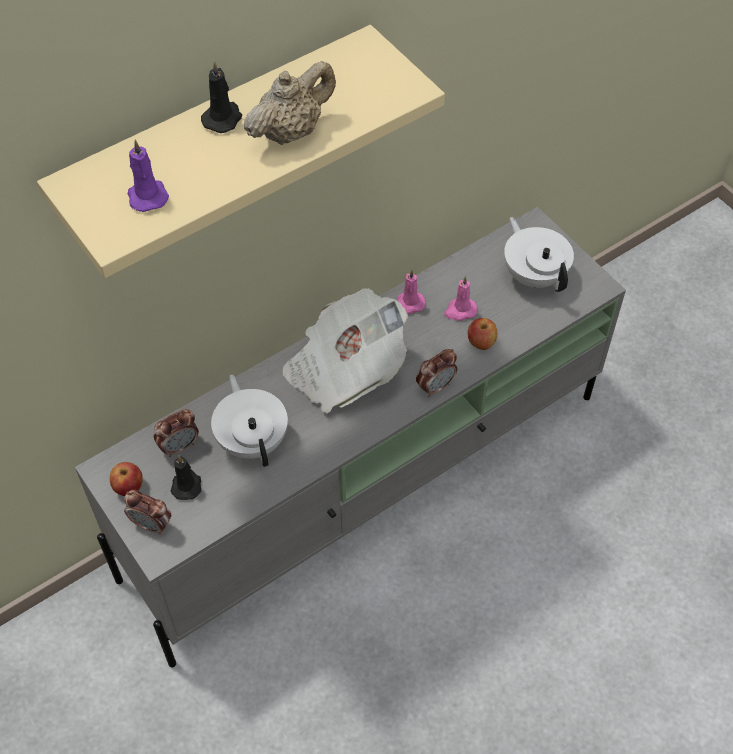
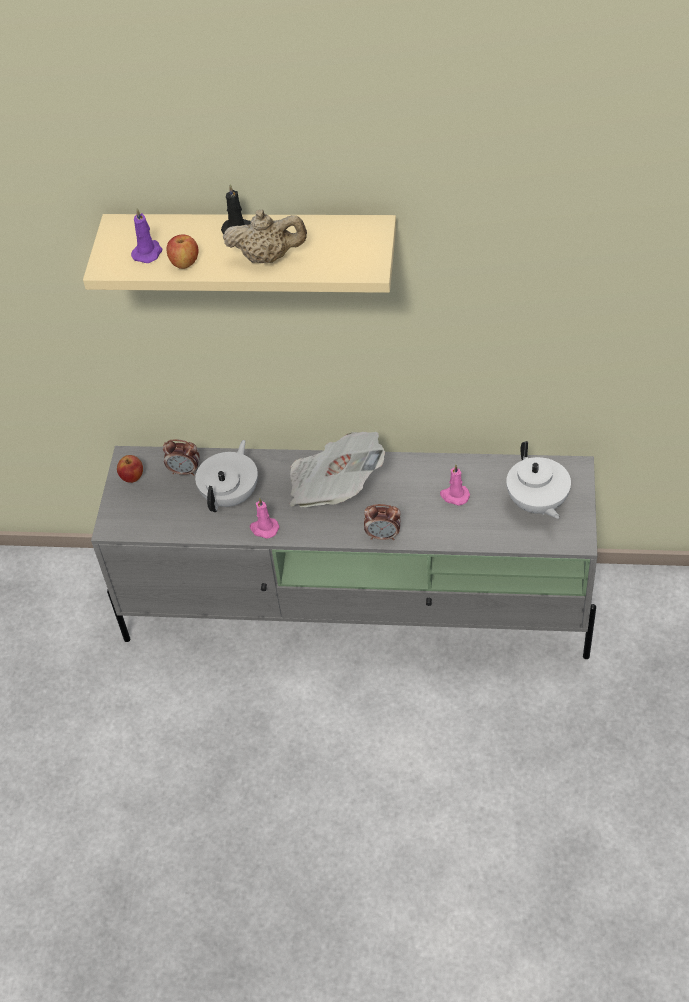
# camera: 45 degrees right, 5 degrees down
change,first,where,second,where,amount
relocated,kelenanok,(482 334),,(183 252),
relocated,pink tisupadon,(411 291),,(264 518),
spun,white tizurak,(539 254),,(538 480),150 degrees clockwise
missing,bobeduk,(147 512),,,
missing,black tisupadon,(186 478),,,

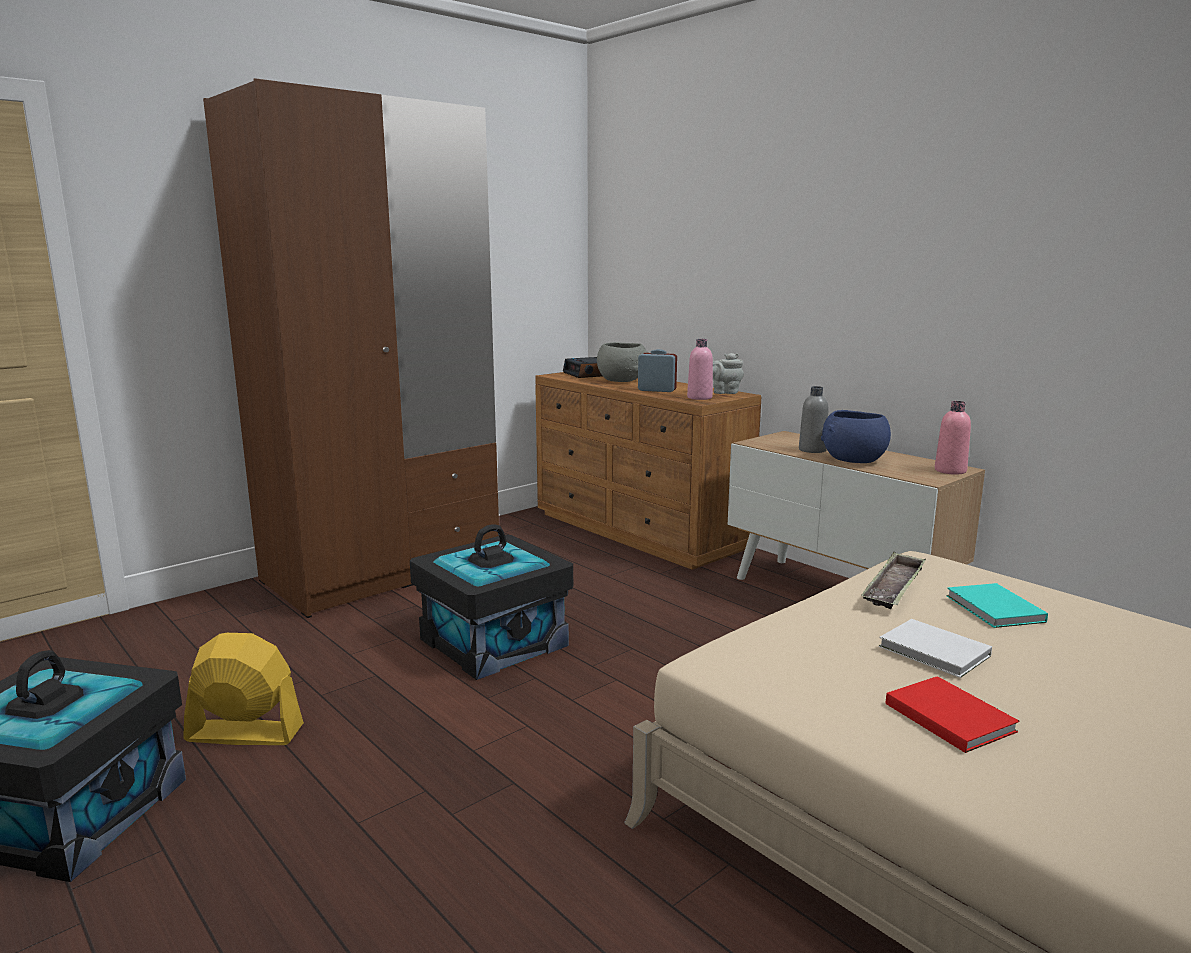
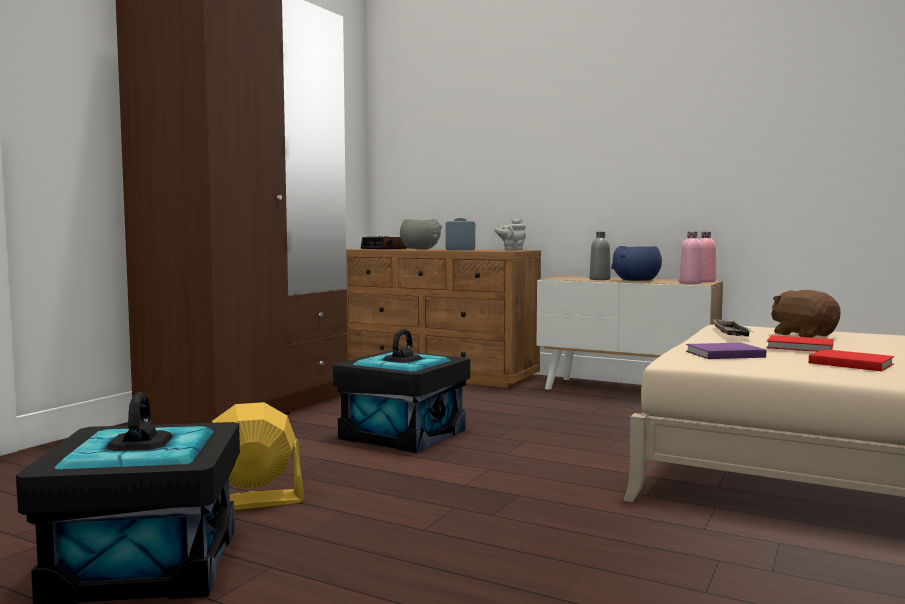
# camera: 20 degrees left, 10 degrees down
change,first,where,second,where,amount
relocated,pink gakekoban,(700 369),,(691 258),
appeared,,,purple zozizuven,(726 351),
colour,white zozizuven,(935 648),red zozizuven,(799 343),
exchanged,turquoise zozizuven,(997 605),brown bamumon,(806 314),

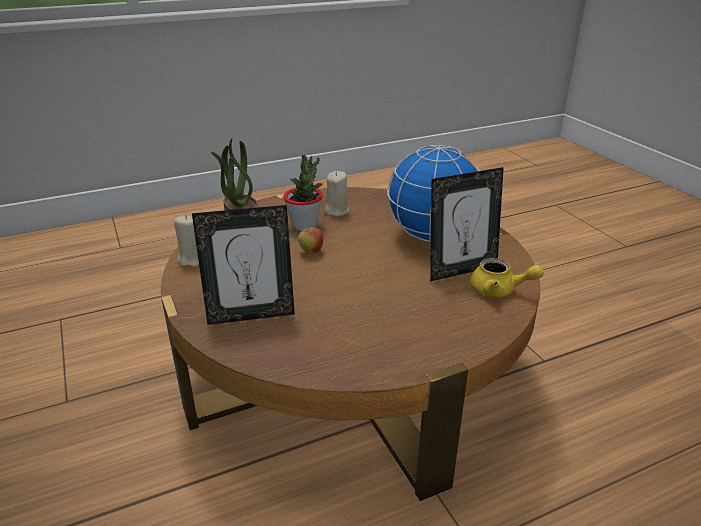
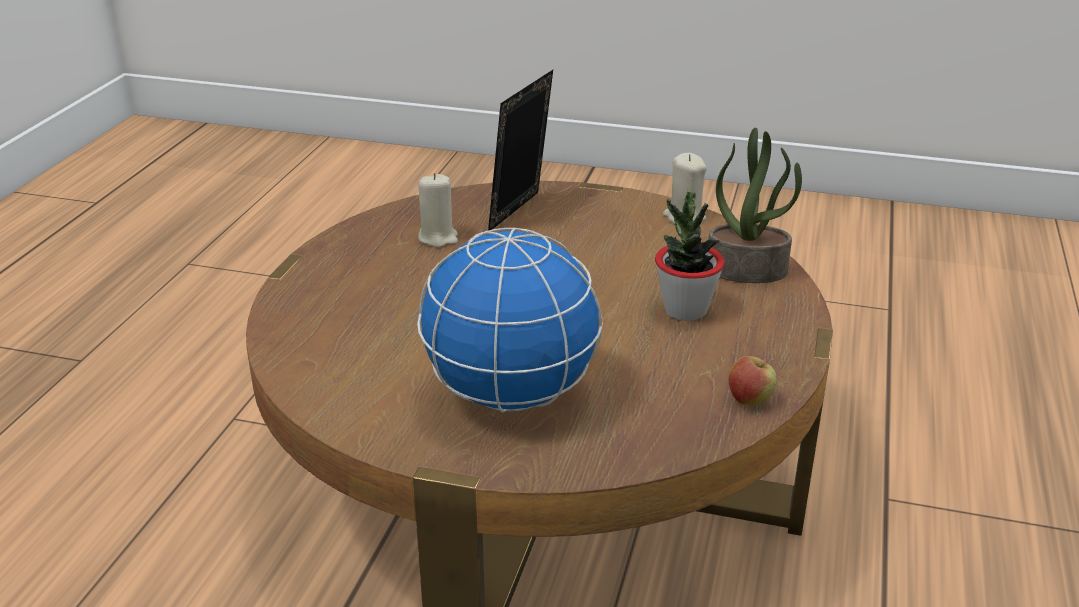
# camera: 130 degrees right, 0 degrees up
change,first,where,second,where,amount
relocated,beige tisupadon,(336 194),,(438 210),
relocated,kelenanok,(310 240),,(753 381),
missing,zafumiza,(467 224),,,
missing,yellow tizurak,(507 277),,,

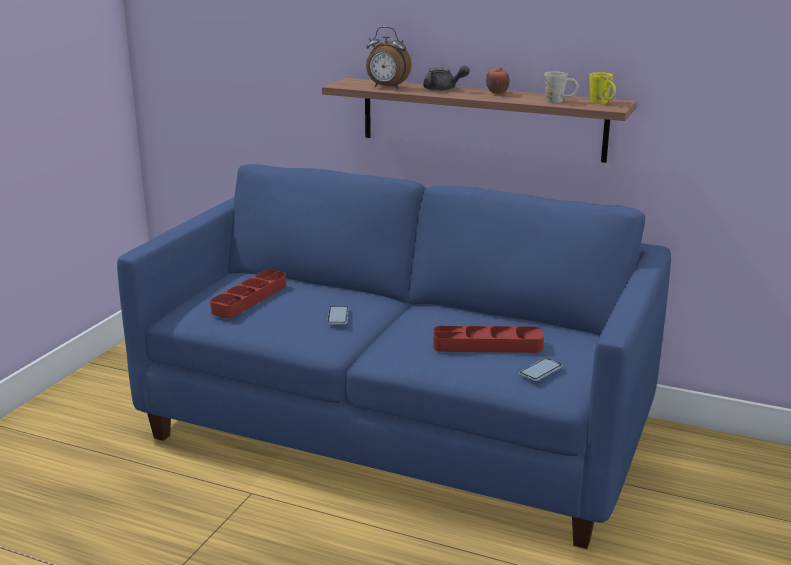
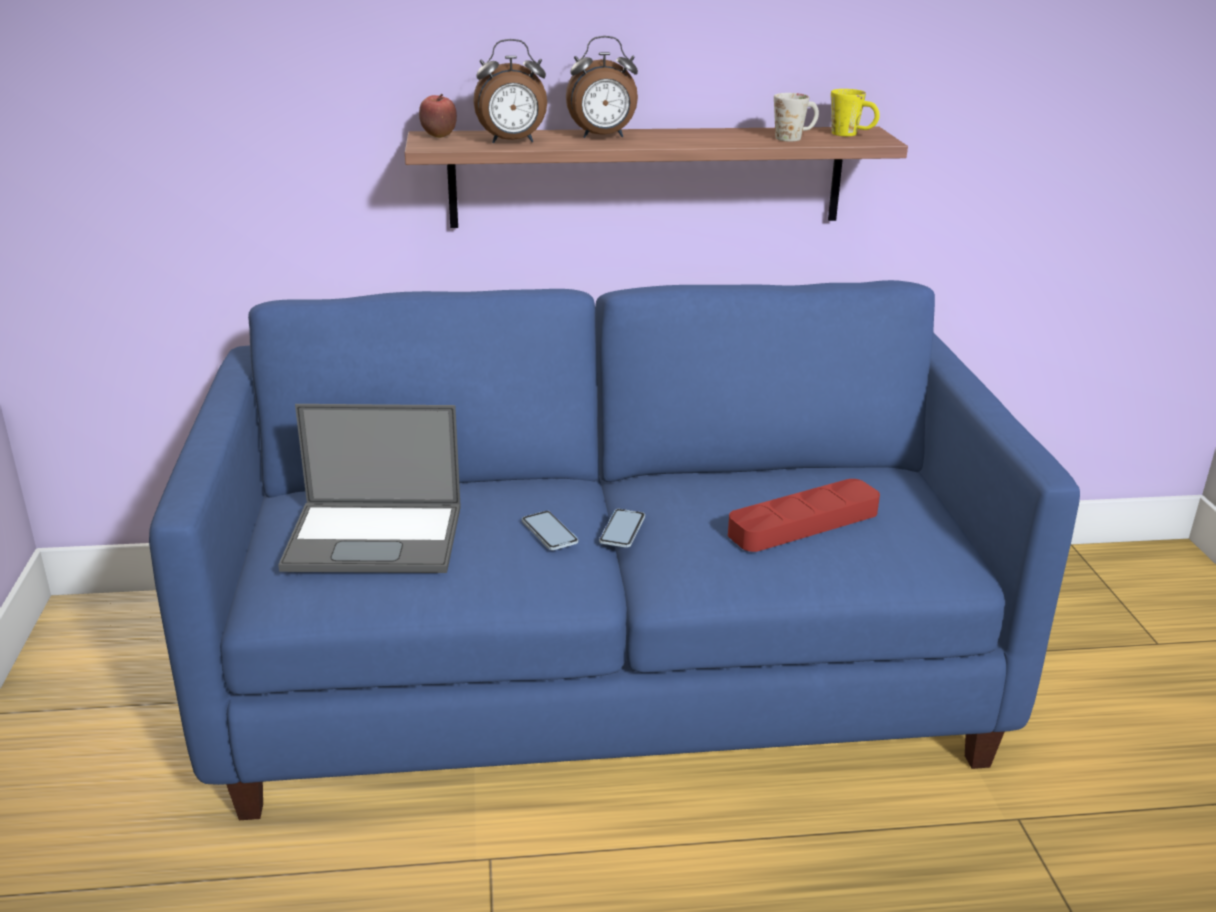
# camera: 30 degrees left, 5 degrees up
change,first,where,second,where,amount
exchanged,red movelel,(248 293),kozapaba,(369 488),
relocated,kelenanok,(498 81),,(438 116),
exchanged,grey tizurak,(446 78),bobeduk,(602 87),
relocated,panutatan,(540 369),,(622 528),

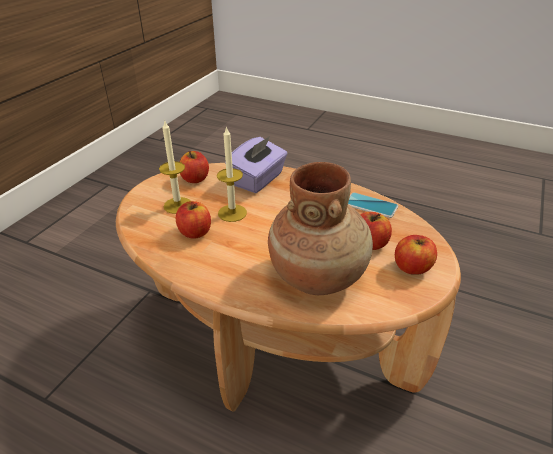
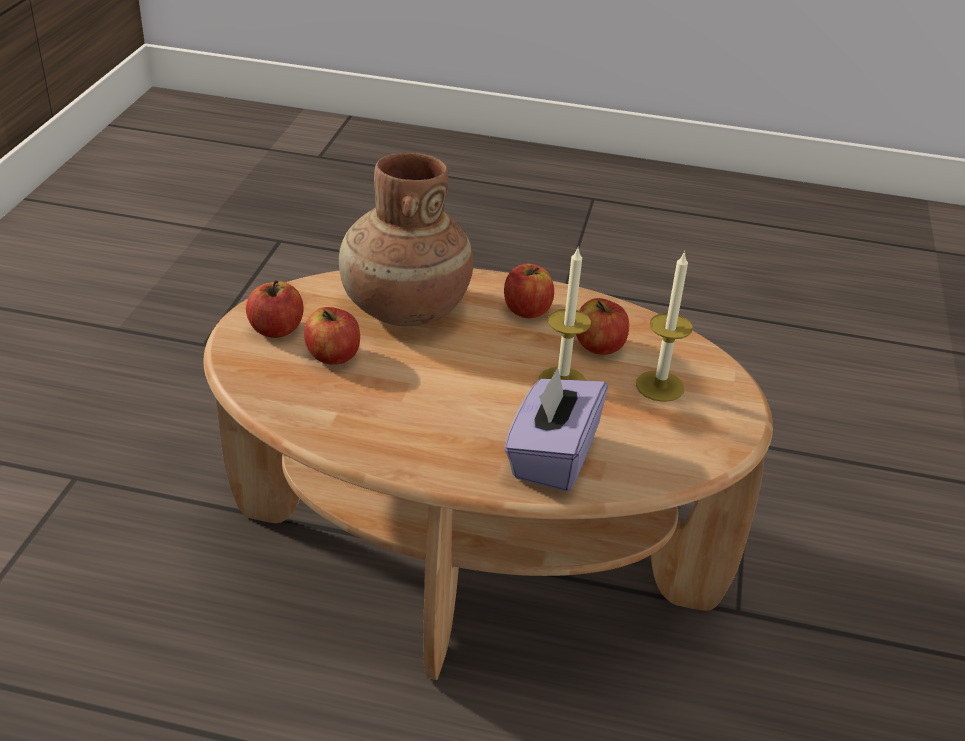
# camera: 165 degrees right, 0 degrees up
change,first,where,second,where,amount
relocated,kelenanok,(194 167),,(529 291),
missing,panutatan,(373 205),,,

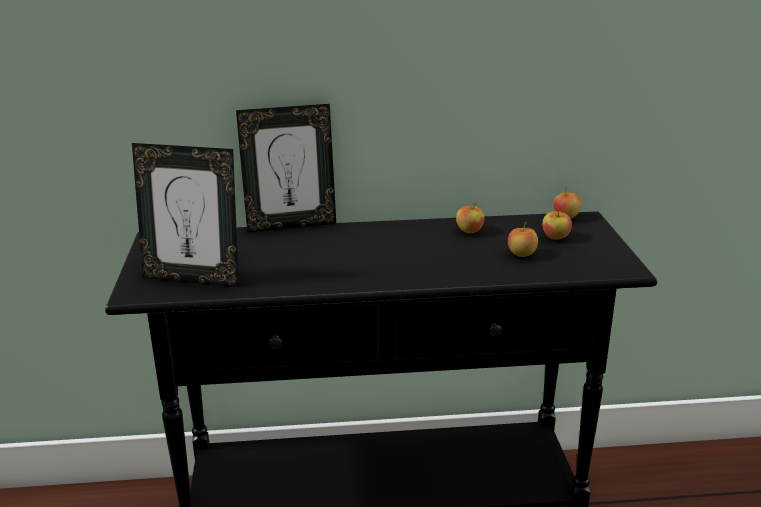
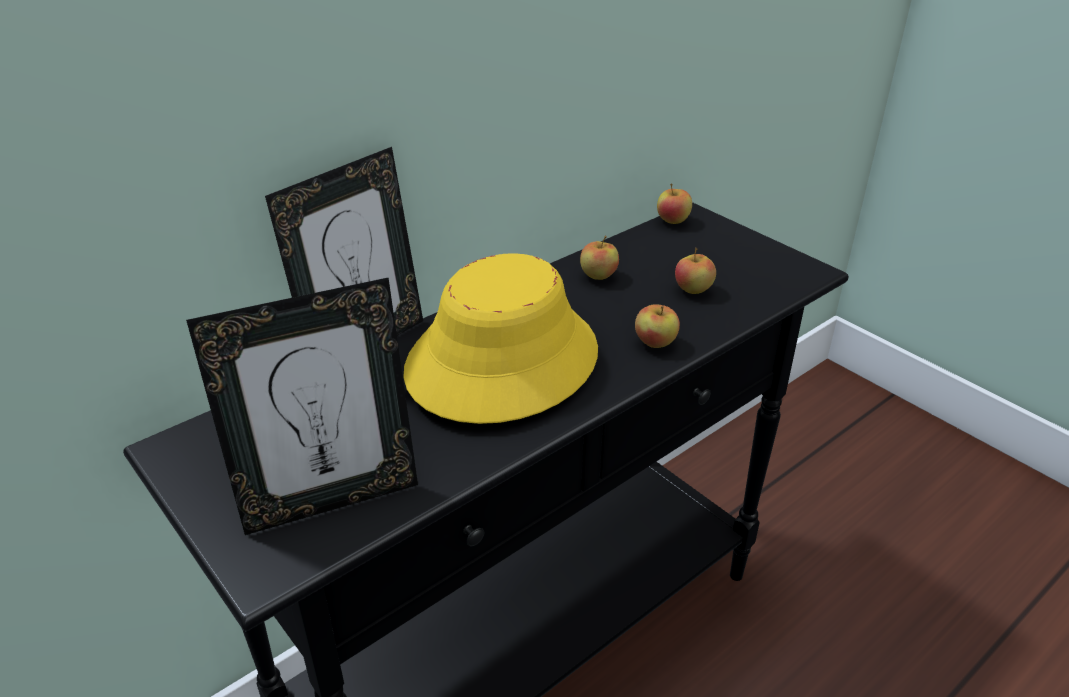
# camera: 35 degrees left, 10 degrees up
change,first,where,second,where,amount
appeared,,,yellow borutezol,(500 338),
relocated,kelenanok,(557 224),,(657 326),

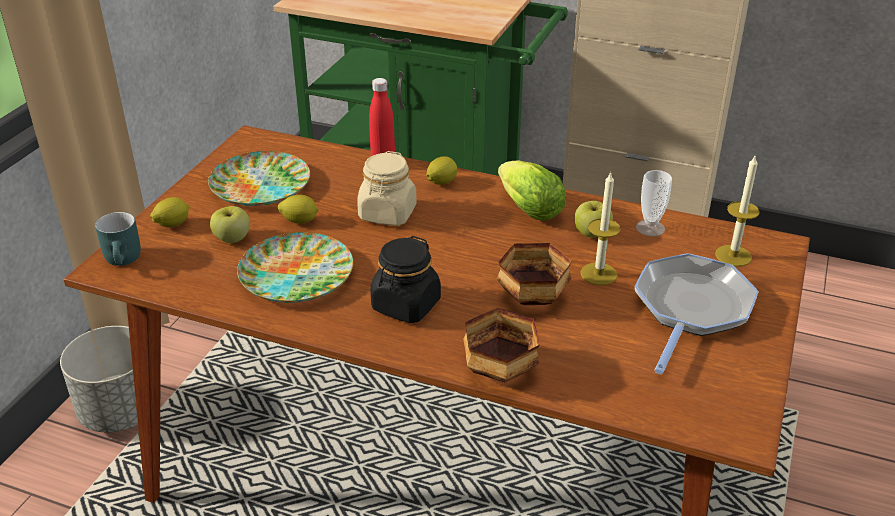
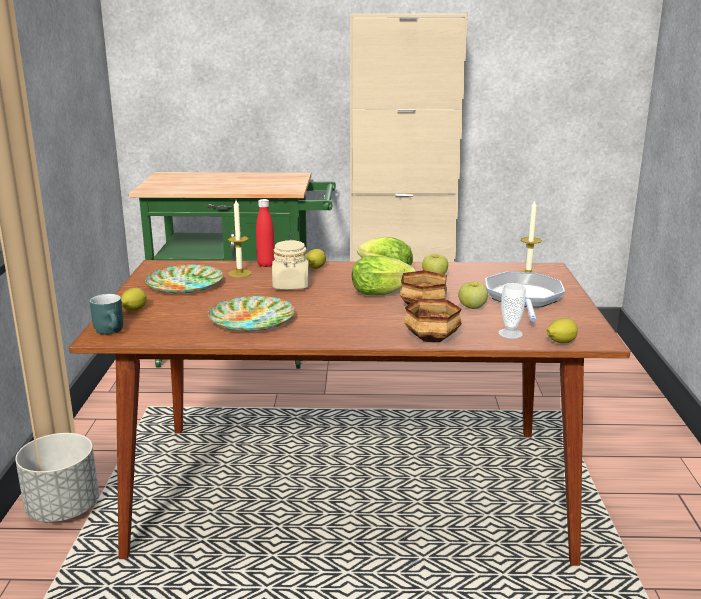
# camera: 20 degrees left, 15 degrees down
change,first,where,second,where,amount
relocated,tisupadon,(600 228),,(240 239),
appeared,,,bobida,(384 275),
relocated,kelenanok,(230 224),,(473 295),
relocated,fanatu,(654 203),,(512 311),
relocated,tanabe,(298 209),,(562 330),
missing,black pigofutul,(405 279),,,

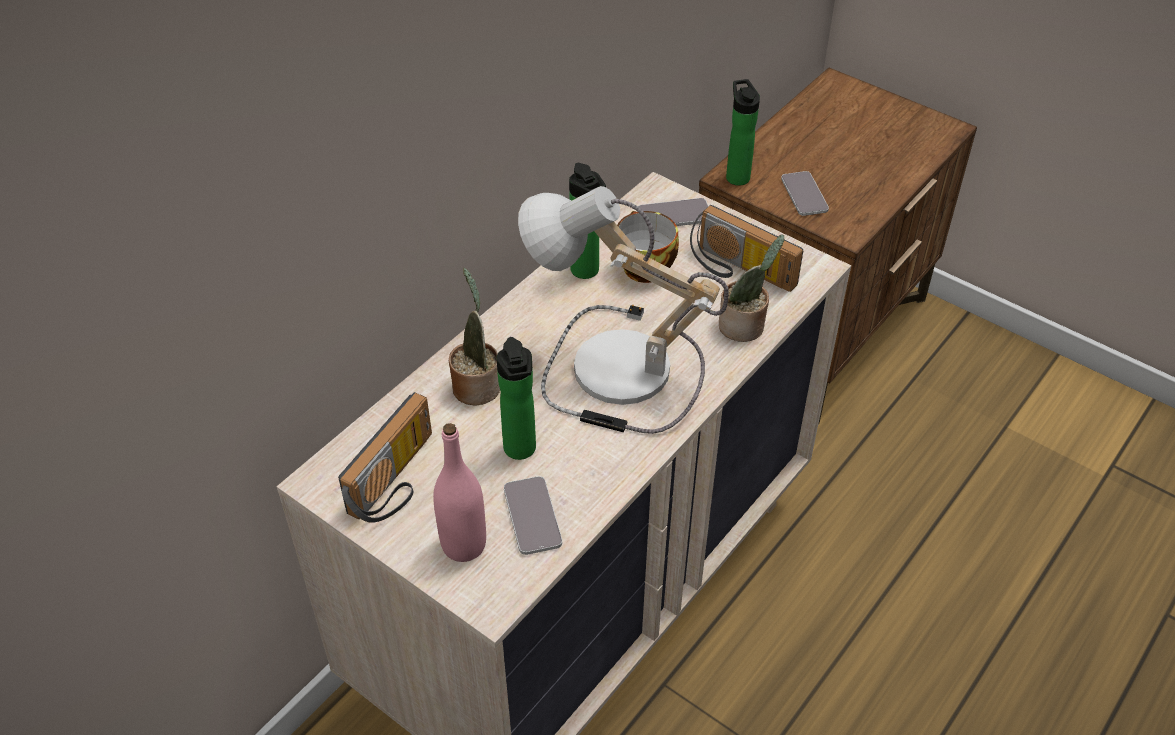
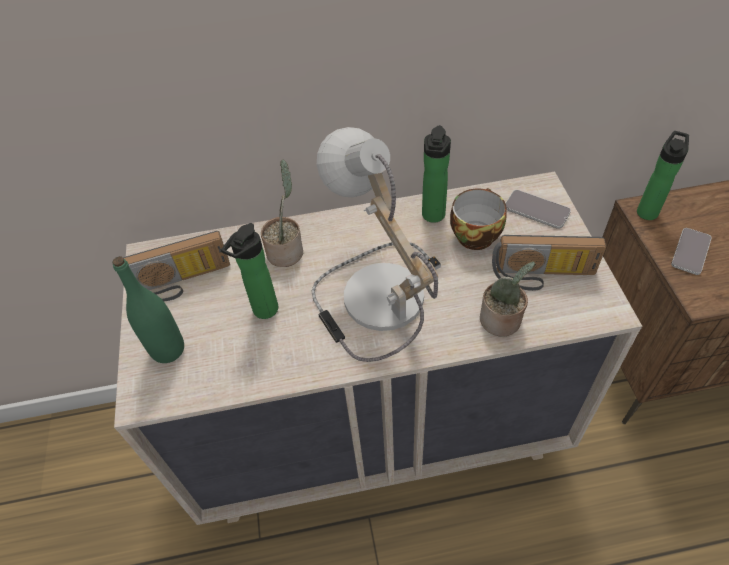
# camera: 45 degrees right, 5 degrees up
change,first,where,second,where,amount
colour,pink gakekoban,(459 492),green gakekoban,(148 309),
spun,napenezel,(746 248),,(549 263),75 degrees counterclockwise
missing,panutatan,(533 515),,,

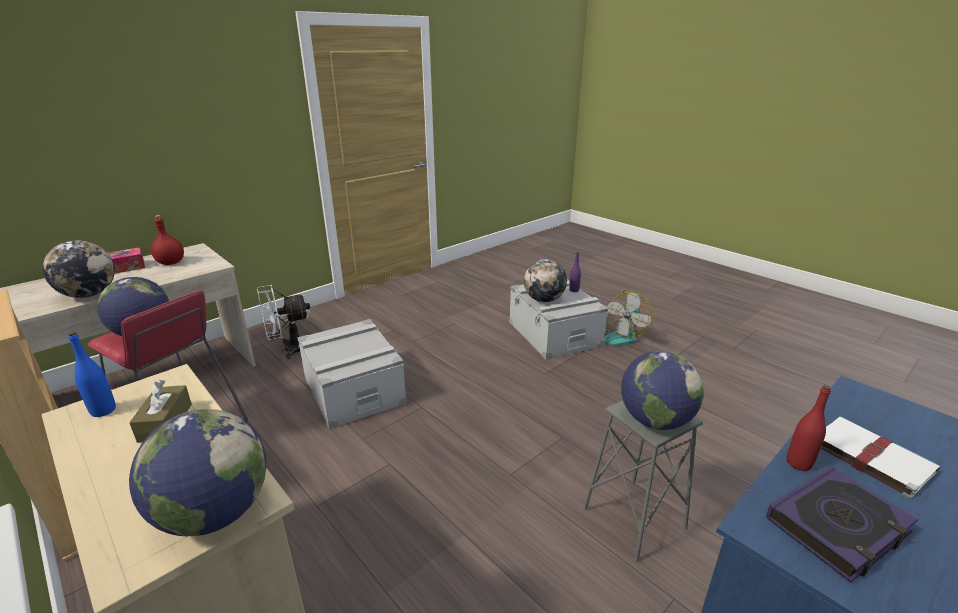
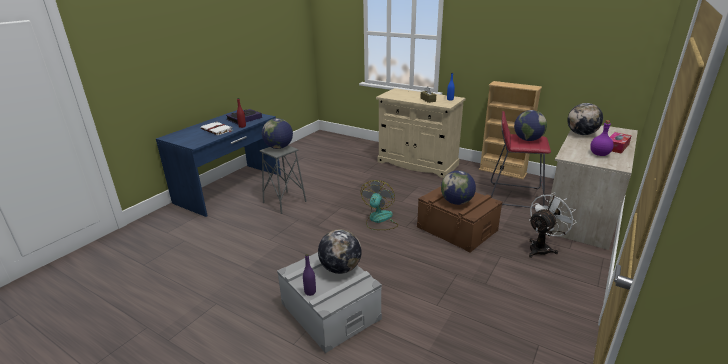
# camera: 165 degrees right, 0 degrees up
change,first,where,second,where,amount
relocated,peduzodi,(628 317),,(379 205),
colour,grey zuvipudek,(352 374),brown zuvipudek,(460 219),
relocated,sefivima,(197 473),,(458 187),
colour,red gakekoban,(167 240),purple gakekoban,(602 138),

